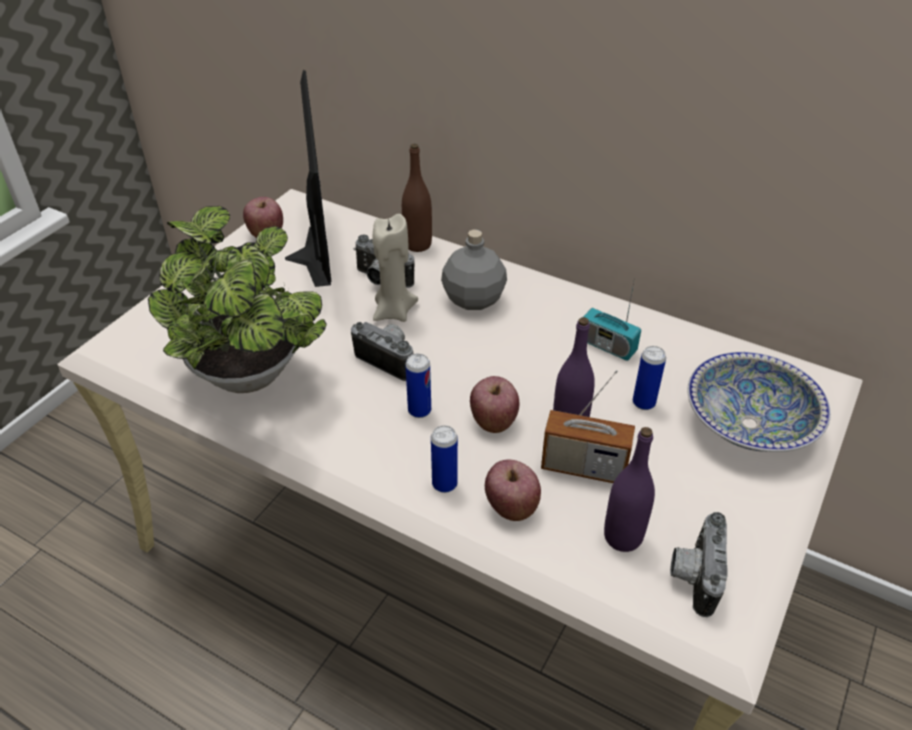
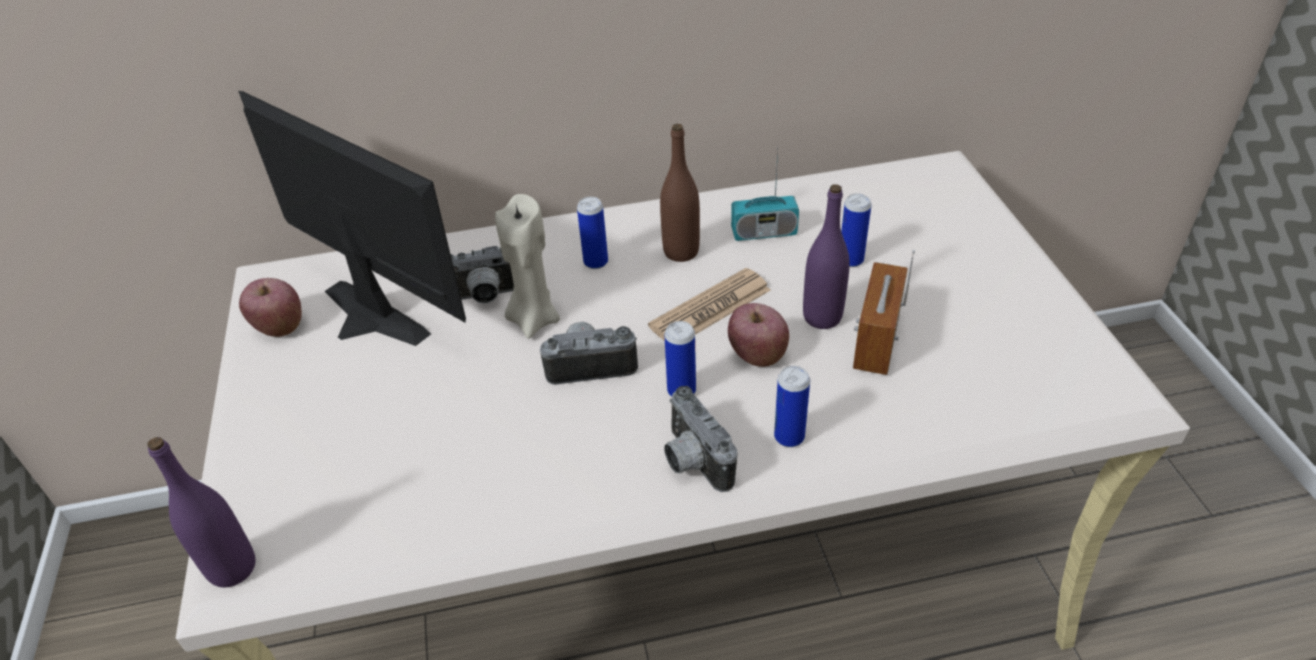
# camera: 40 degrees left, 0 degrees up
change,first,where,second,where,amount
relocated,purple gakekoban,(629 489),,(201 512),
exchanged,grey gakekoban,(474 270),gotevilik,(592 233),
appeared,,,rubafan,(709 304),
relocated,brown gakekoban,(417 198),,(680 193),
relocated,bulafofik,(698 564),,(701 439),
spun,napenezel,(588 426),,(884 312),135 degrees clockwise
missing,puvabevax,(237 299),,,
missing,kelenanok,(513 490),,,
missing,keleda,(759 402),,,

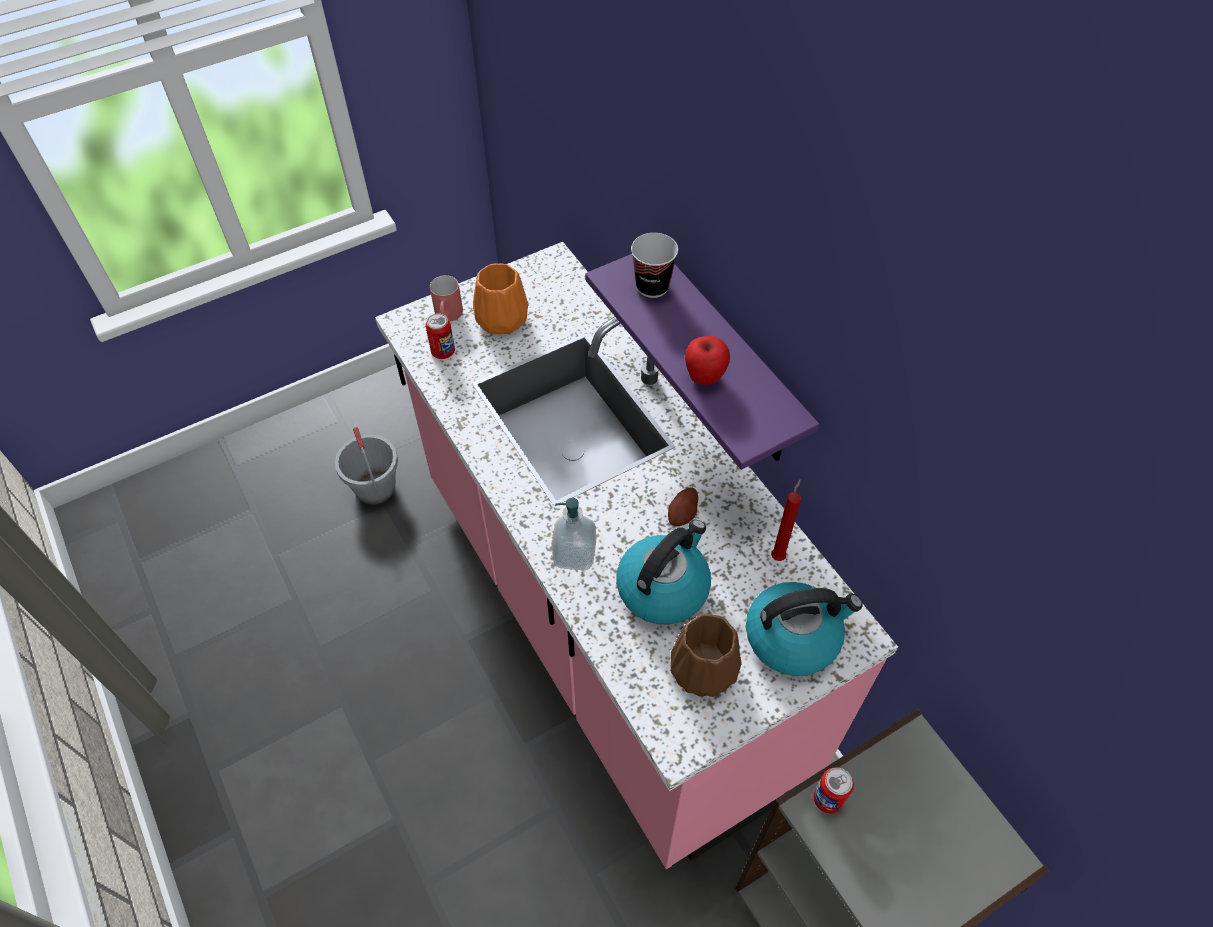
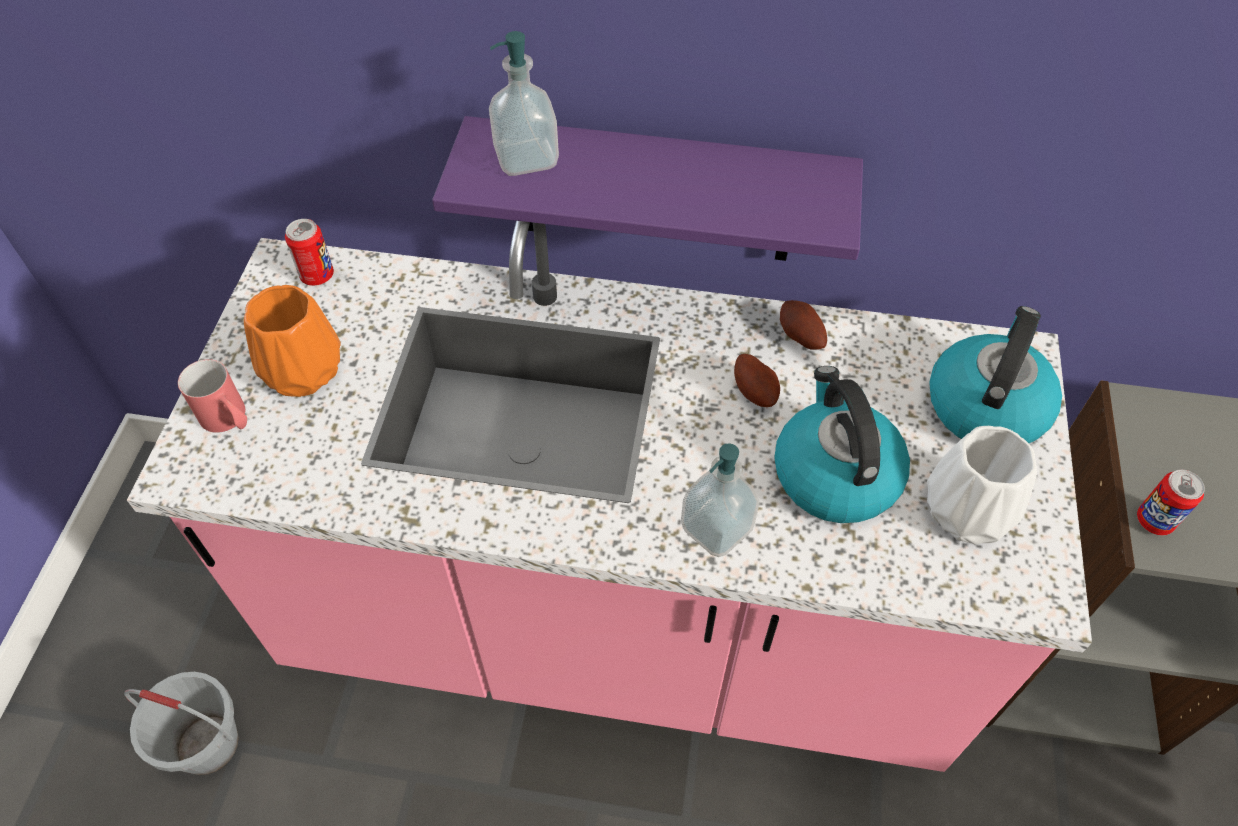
# camera: 50 degrees left, 0 degrees up
change,first,where,second,where,amount
relocated,gotevilik,(440 336),,(309 252),
exchanged,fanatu,(654 265),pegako,(524 103),
appeared,,,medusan,(803 325),
colour,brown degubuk,(705 655),white degubuk,(982 485),
missing,kelenanok,(707 360),,,
missing,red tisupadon,(786 520),,,

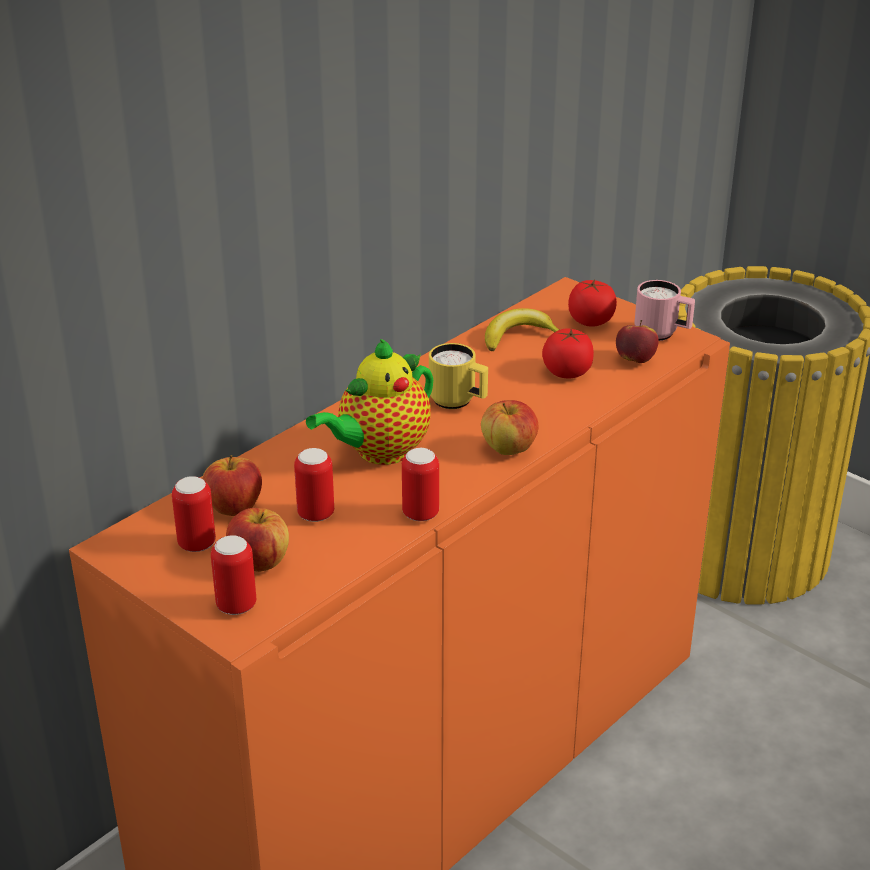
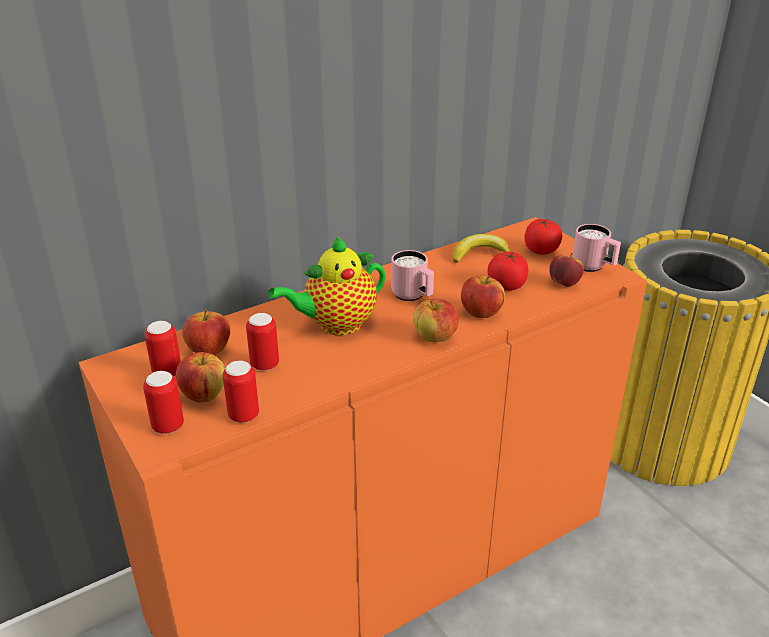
# camera: 15 degrees right, 0 degrees up
change,first,where,second,where,amount
relocated,gotevilik,(420 484),,(241 391),
colour,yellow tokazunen,(458 376),pink tokazunen,(412 275),
appeared,,,kelenanok,(483 297),

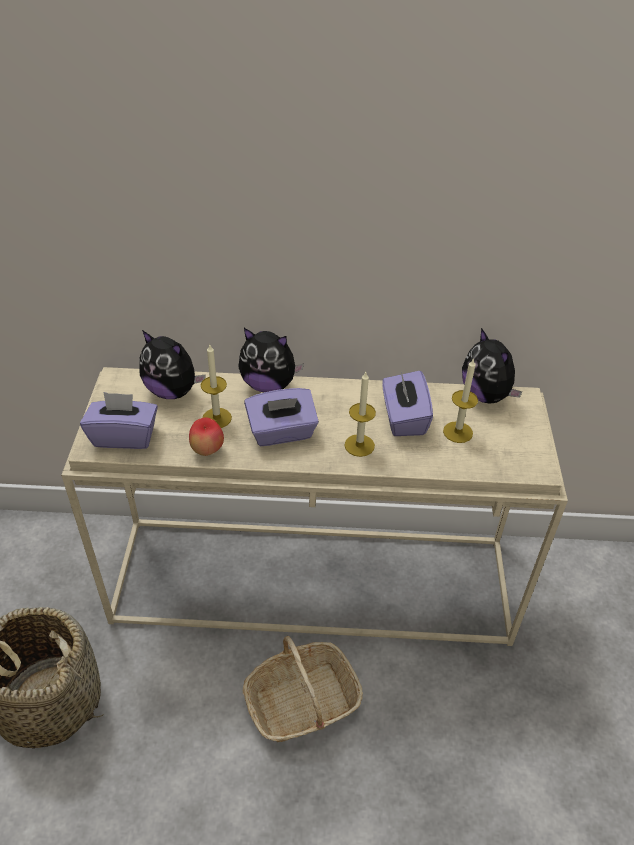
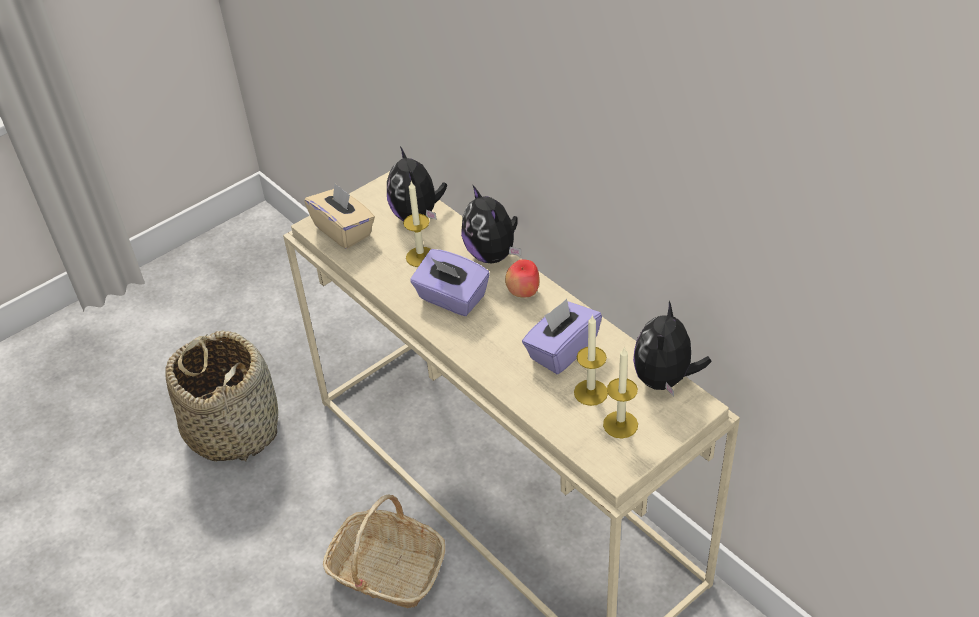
# camera: 50 degrees right, 0 degrees up
change,first,where,second,where,amount
colour,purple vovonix,(119 420),beige vovonix,(339 216),
relocated,kelenanok,(206 436),,(522 278),
relocated,tisupadon,(360 414),,(620 392),

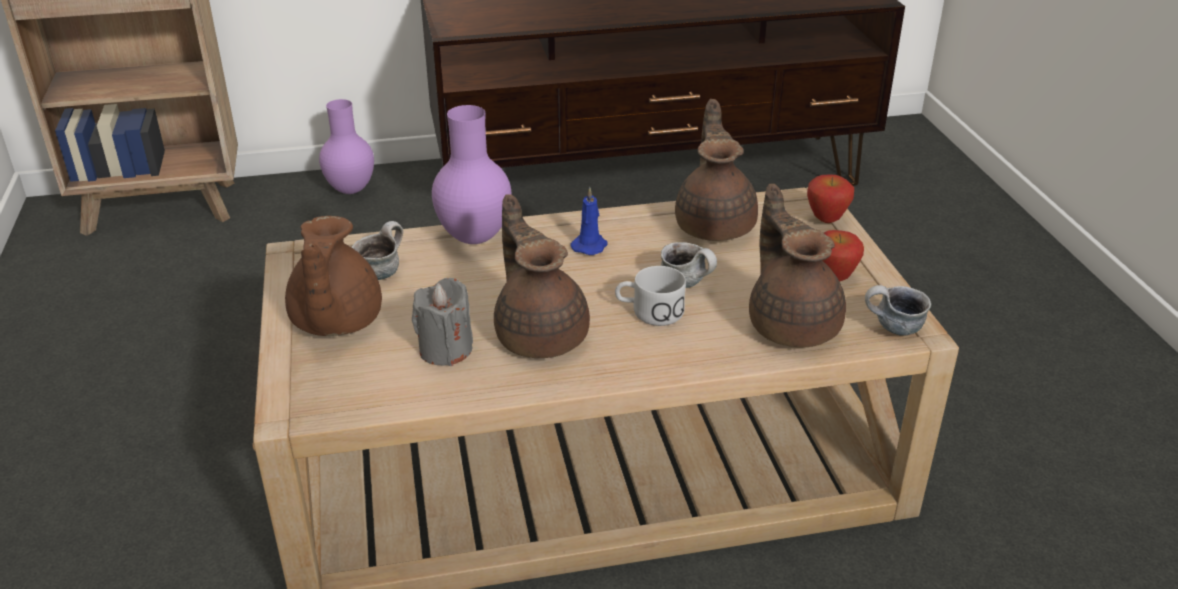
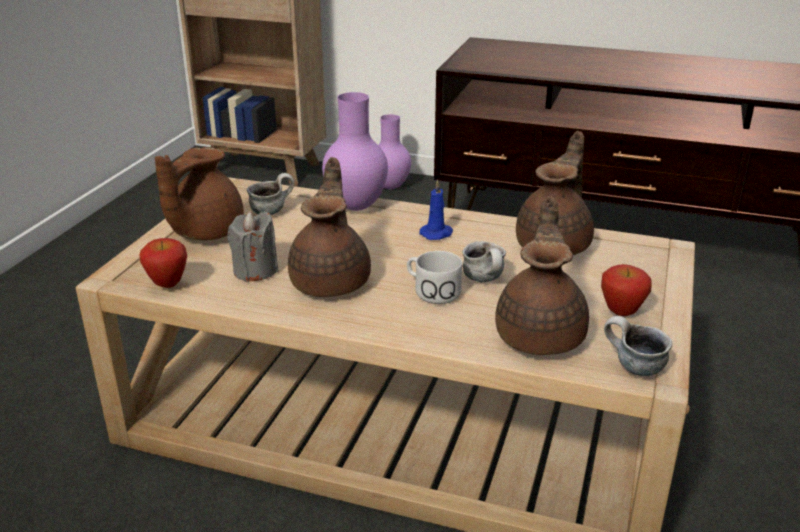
# camera: 30 degrees right, 5 degrees down
change,first,where,second,where,amount
relocated,kelenanok,(830 198),,(163 263),

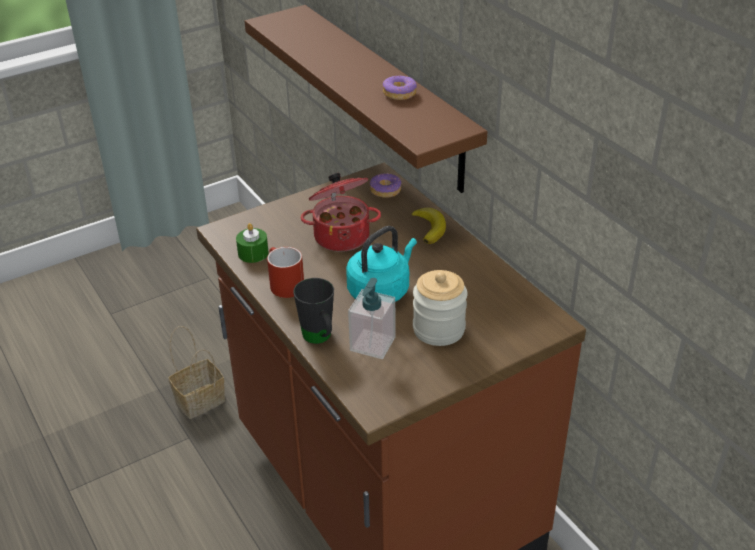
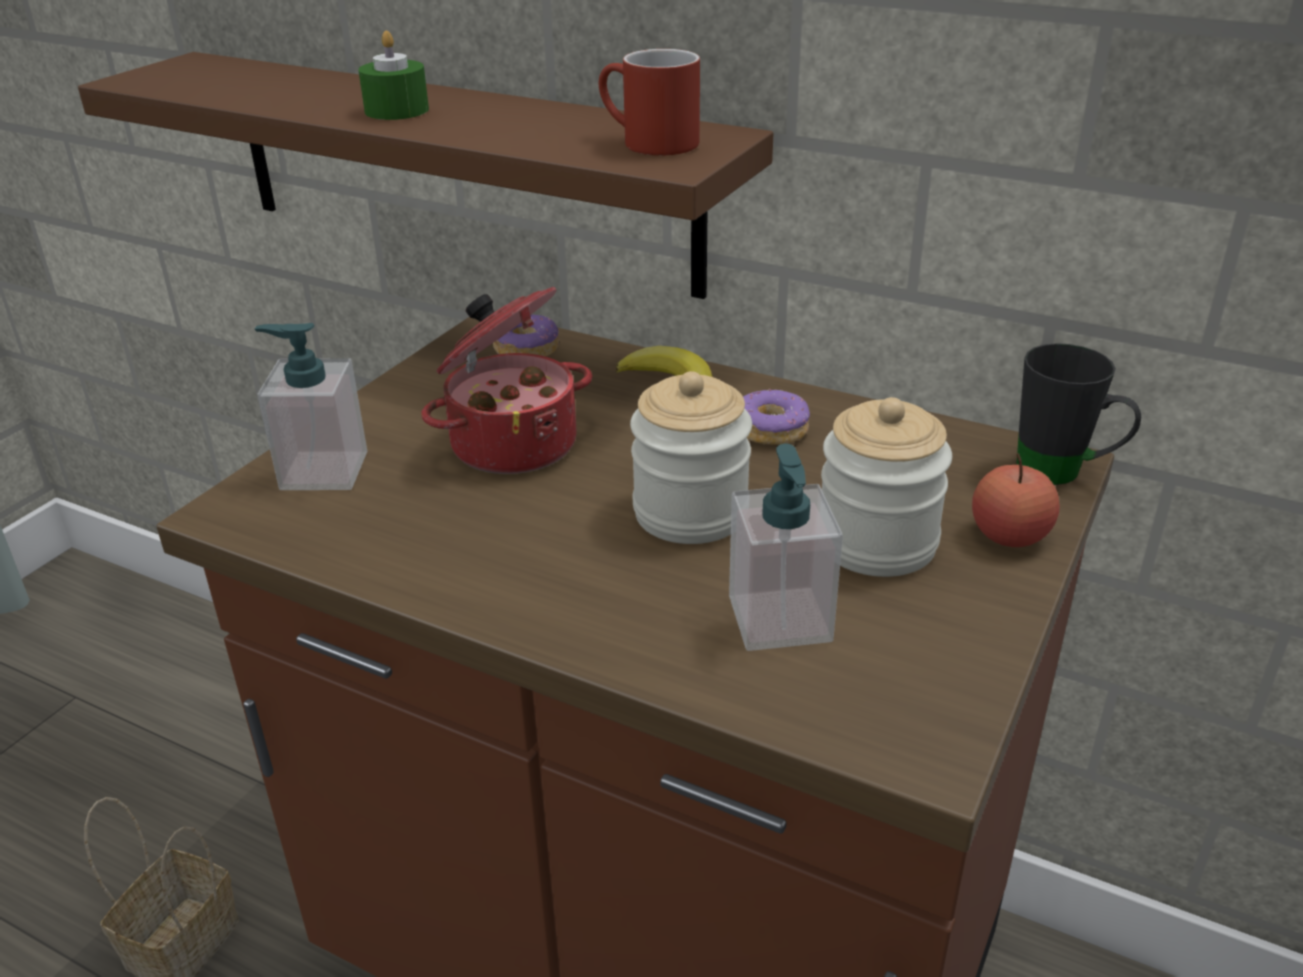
# camera: 30 degrees left, 5 degrees down
change,first,where,second,where,amount
appeared,,,pegako,(311 406),
relocated,green tisupadon,(252 243),,(393 75),
relocated,red tokazunen,(285 272),,(649 102),
exchanged,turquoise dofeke,(381 264),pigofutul,(691 457),
relocated,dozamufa,(400 88),,(776 417),
appeared,,,kelenanok,(1016 500),
relocated,black tokazunen,(313 311),,(1078 414),

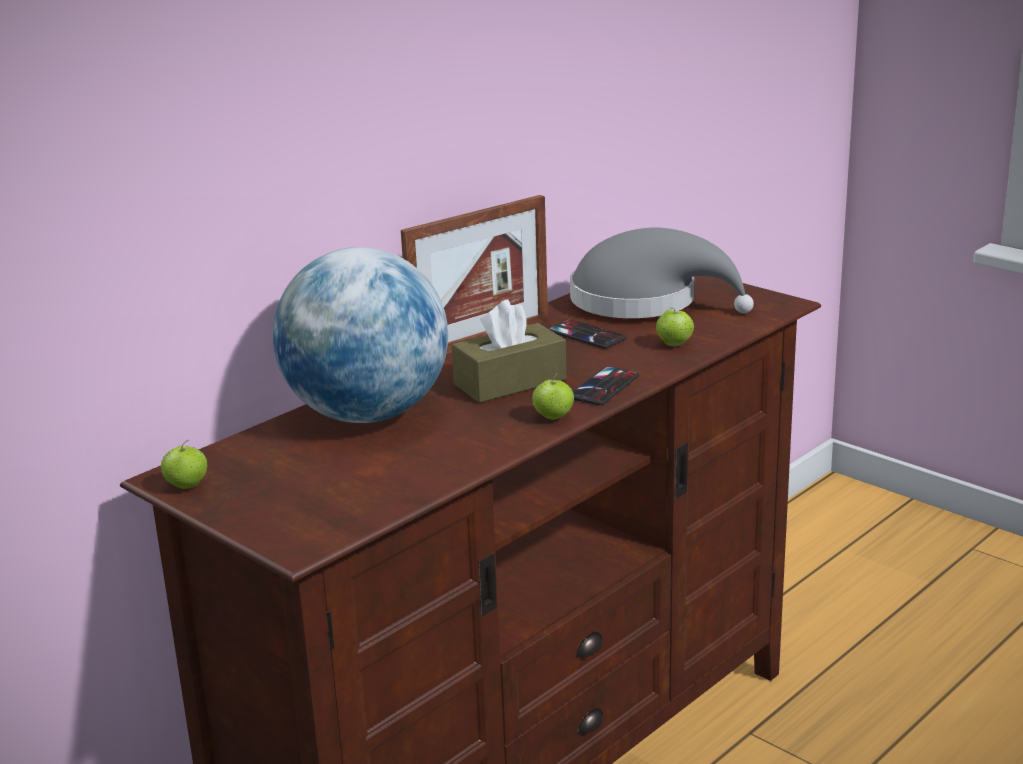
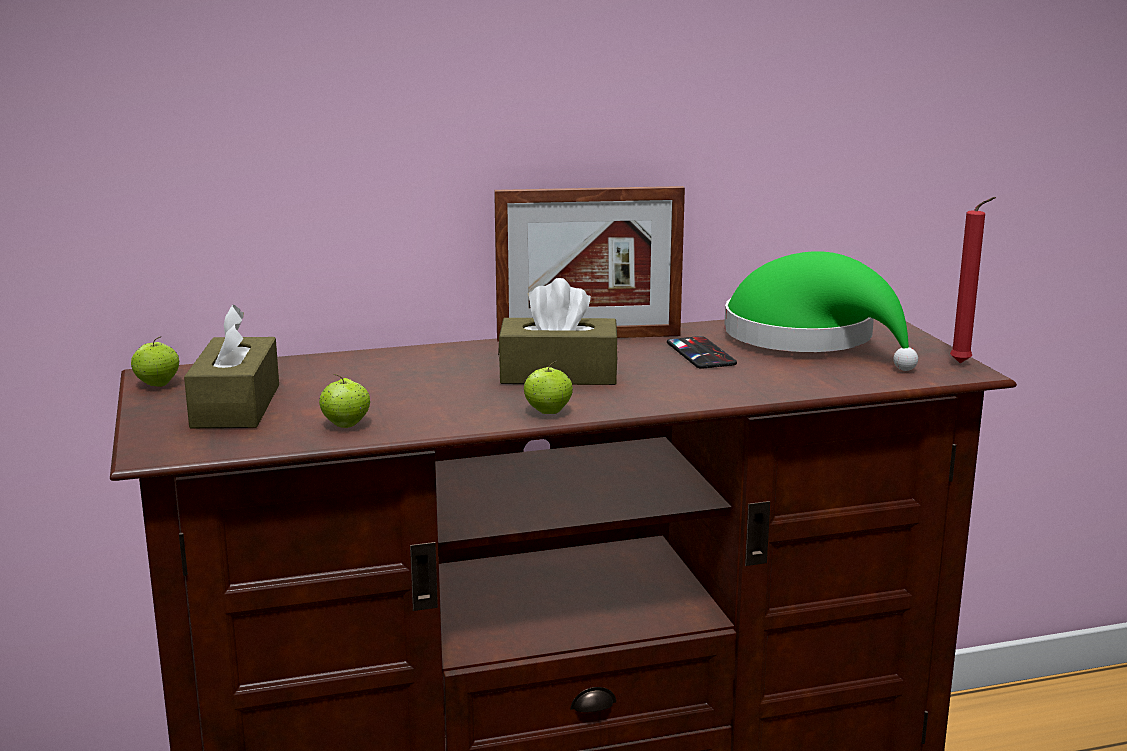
# camera: 30 degrees right, 5 degrees down
change,first,where,second,where,amount
appeared,,,brown vovonix,(231 366),
relocated,kelenanok,(675 327),,(344 401),
colour,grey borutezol,(662 273),green borutezol,(821 311),
appeared,,,red tisupadon,(973 280),
missing,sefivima,(360 335),,,
missing,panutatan,(606 385),,,

